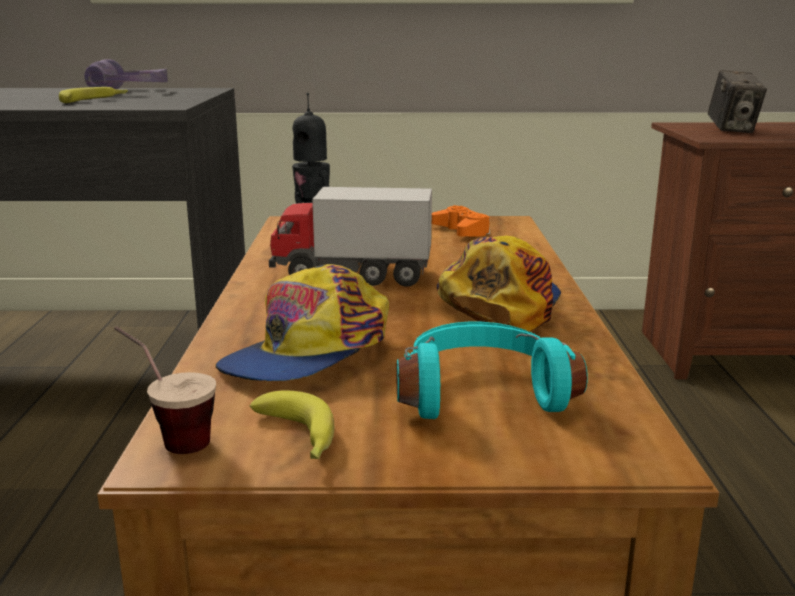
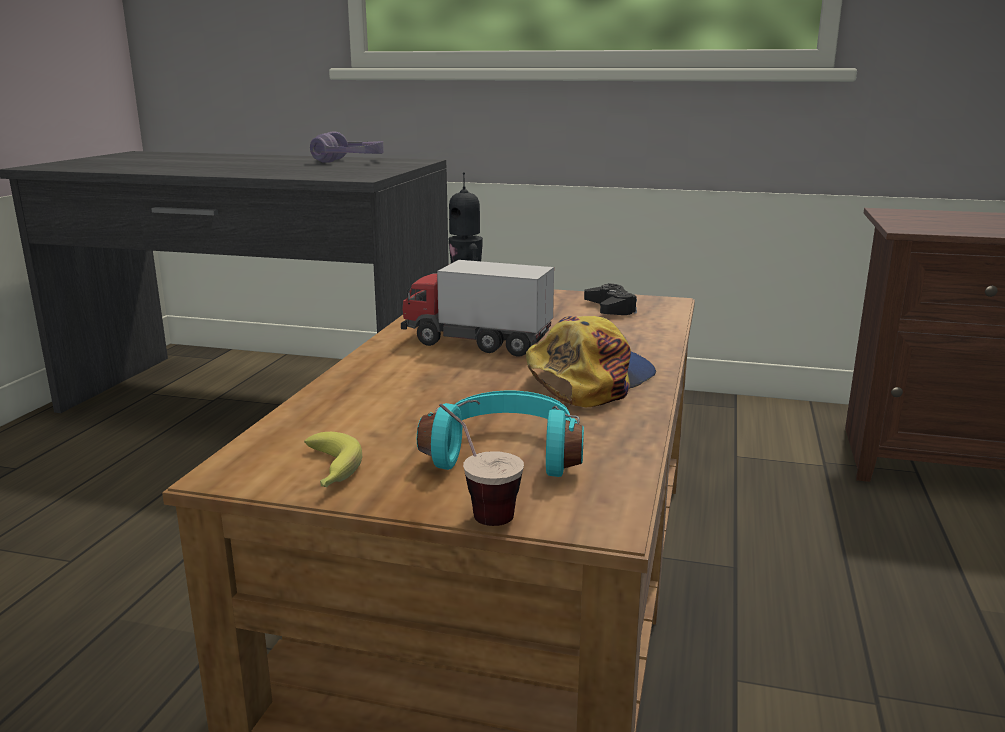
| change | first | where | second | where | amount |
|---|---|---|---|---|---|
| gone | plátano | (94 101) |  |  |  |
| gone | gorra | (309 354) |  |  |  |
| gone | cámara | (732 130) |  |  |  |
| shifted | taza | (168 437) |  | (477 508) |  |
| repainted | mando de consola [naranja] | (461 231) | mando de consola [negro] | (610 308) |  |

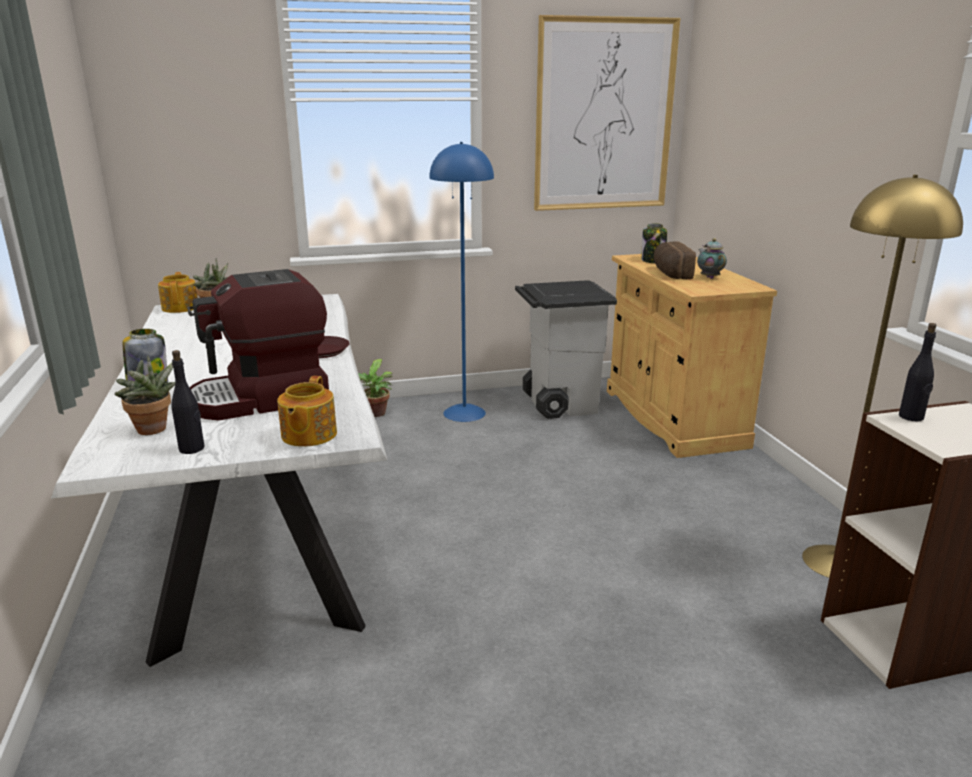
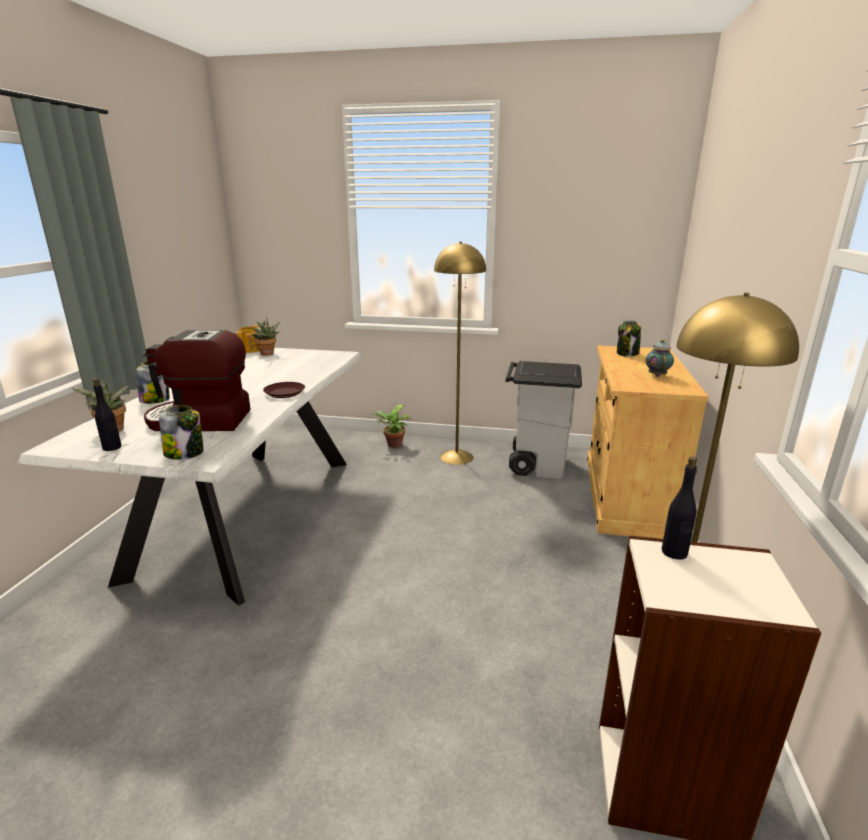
| change | first | where | second | where | amount |
|---|---|---|---|---|---|
| gone | cuadro | (604 116) |  |  |  |
| gone | pan | (670 273) |  |  |  |
| swapped | tetera | (308 435) | tarro | (185 453) |  |
| repainted | lámpara de pie [azul] | (464 413) | lámpara de pie [amarillo] | (457 457) |  |

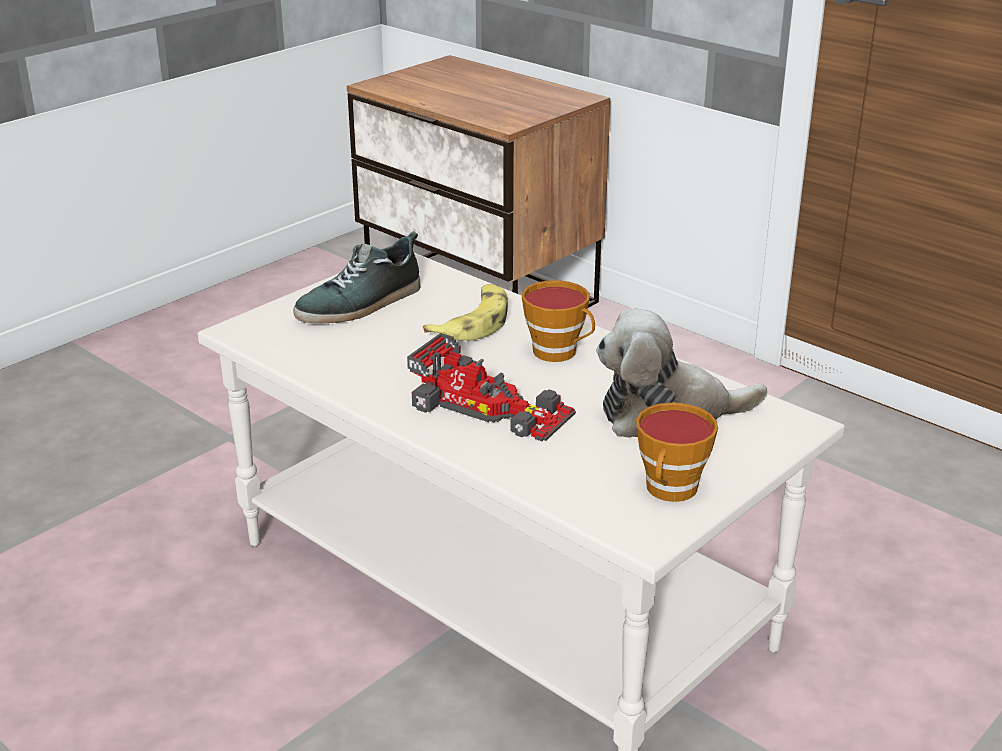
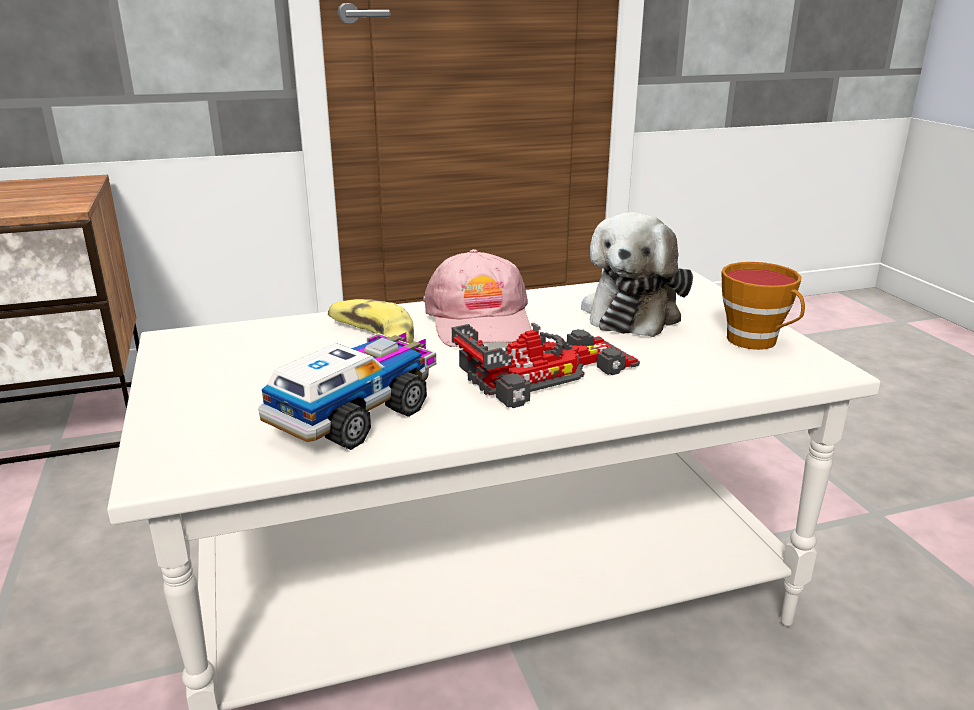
| change | first | where | second | where | amount |
|---|---|---|---|---|---|
| gone | zapato | (361 303) |  |  |  |
| new |  |  | camión de juguete | (357 414) |  |
| swapped | taza | (559 353) | gorra [rosa] | (480 321) |  |

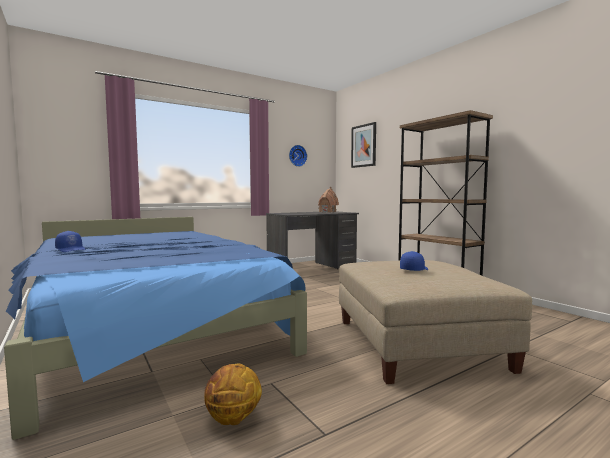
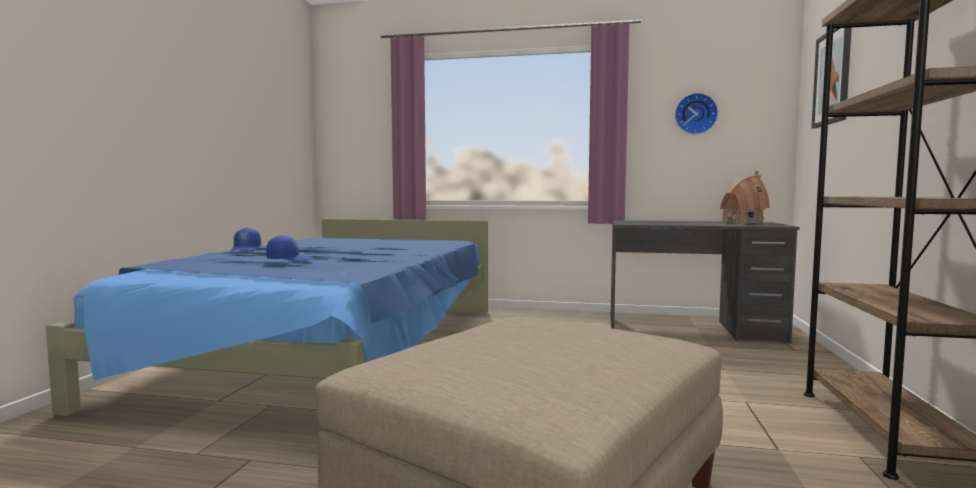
| change | first | where | second | where | amount |
|---|---|---|---|---|---|
| gone | balón de baloncesto | (232 419) |  |  |  |
| shifted | gorra [azul] | (413 269) |  | (290 260) |  |

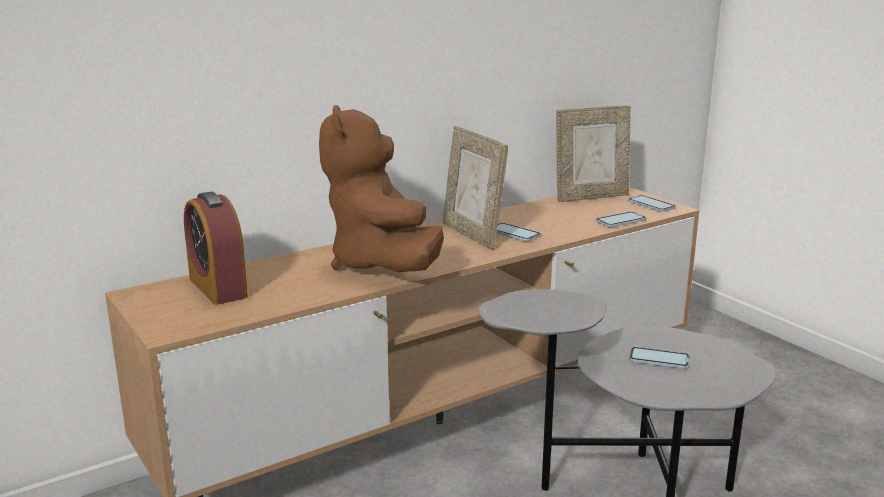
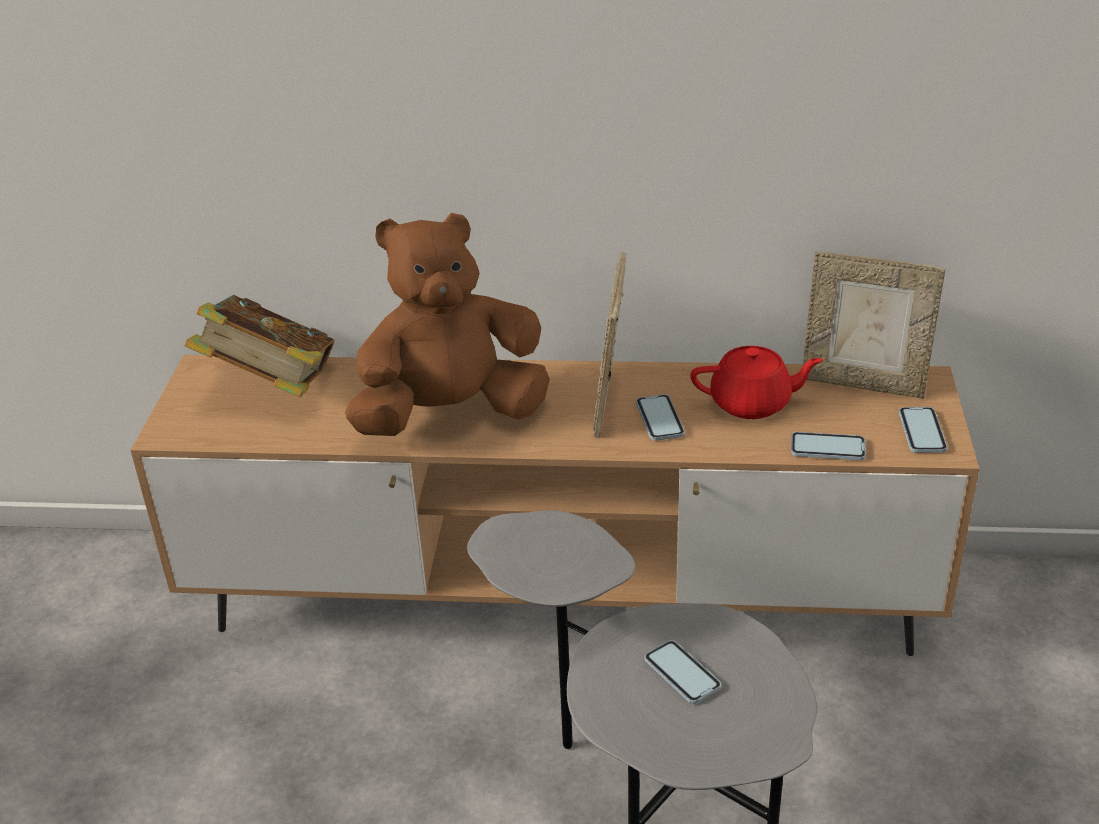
| change | first | where | second | where | amount |
|---|---|---|---|---|---|
| new |  |  | tetera [rojo] | (752 403) |  |
| swapped | despertador | (218 287) | libro | (271 387) |  |
| rotated | peluche [marrón] | (381 264) |  | (451 415) | 45 degrees clockwise |

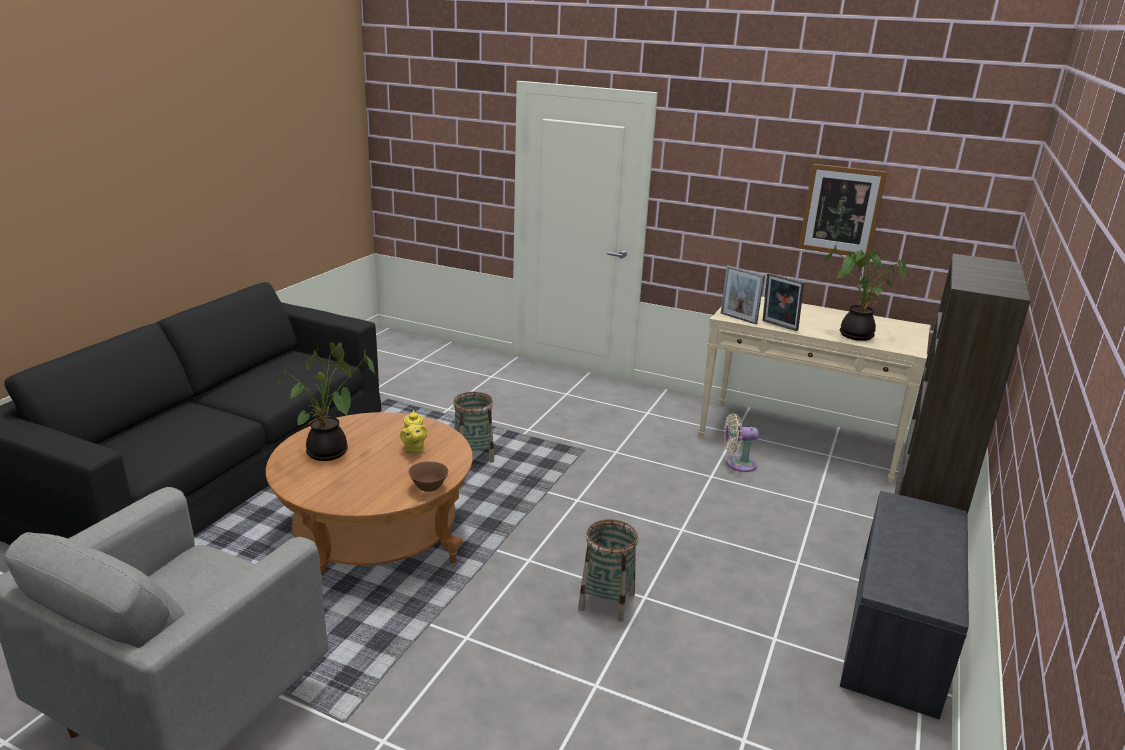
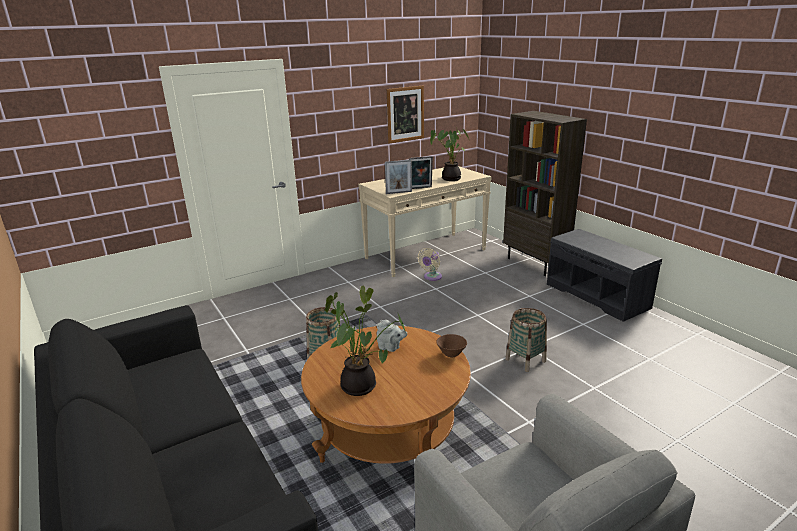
| change | first | where | second | where | amount |
|---|---|---|---|---|---|
| repainted | tetera [amarillo] | (414 449) | tetera [gris] | (390 348) |  |

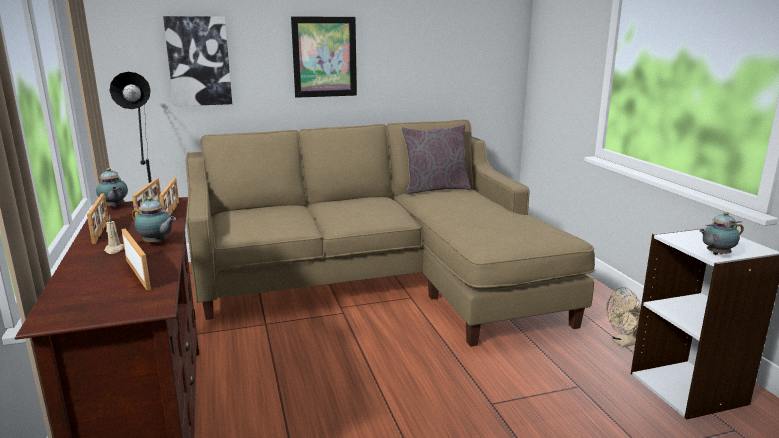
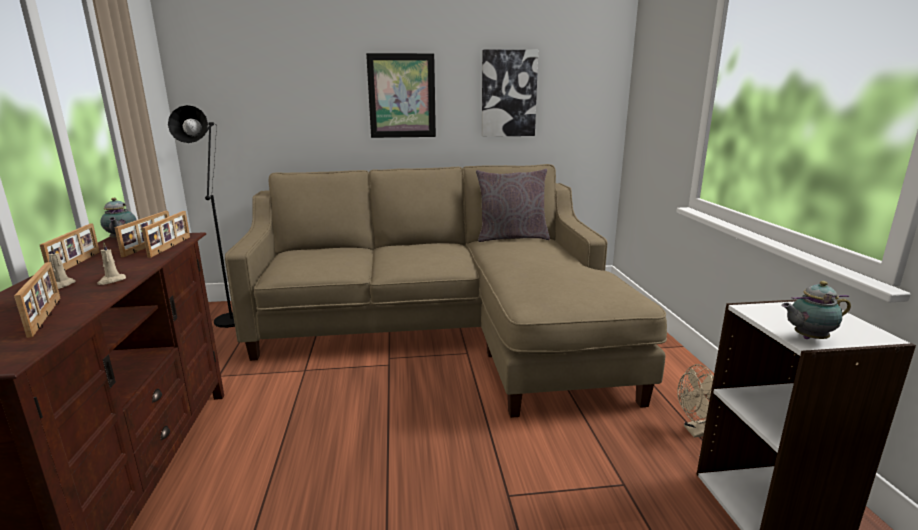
| change | first | where | second | where | amount |
|---|---|---|---|---|---|
| shifted | cuadro | (199 61) |  | (508 94) |  |
| swapped | tetera | (157 243) | vela [beis] | (111 281) |  |

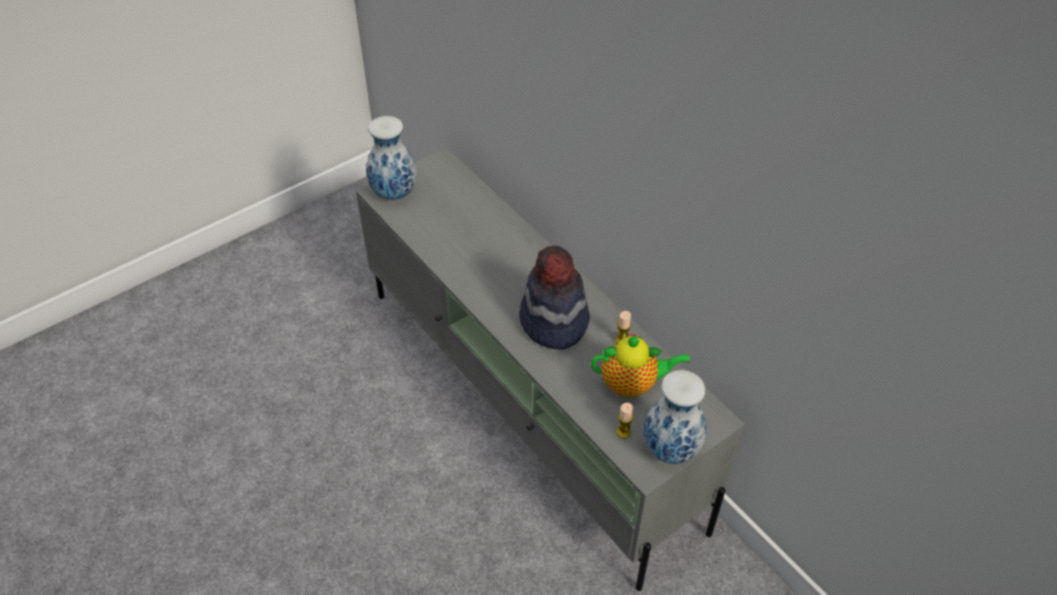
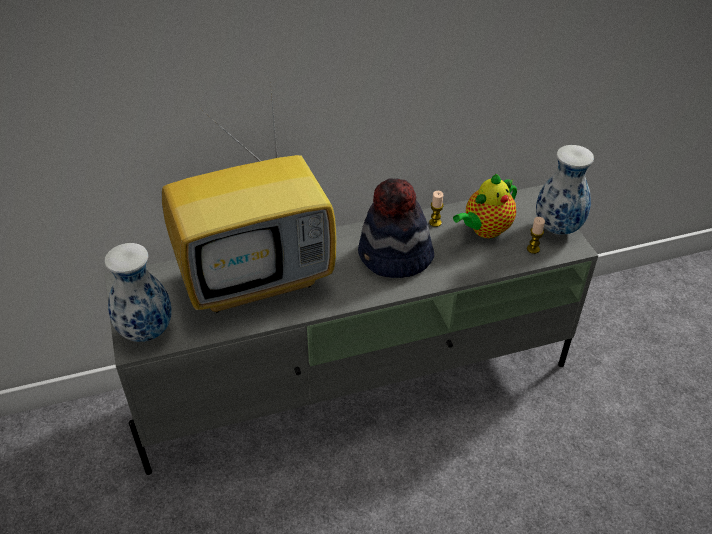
| change | first | where | second | where | amount |
|---|---|---|---|---|---|
| new |  |  | televisor | (258 277) |  |
| rotated | tetera | (632 384) |  | (485 230) | 150 degrees counterclockwise |

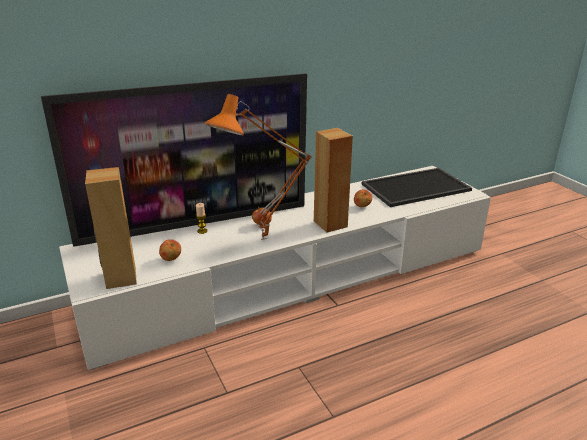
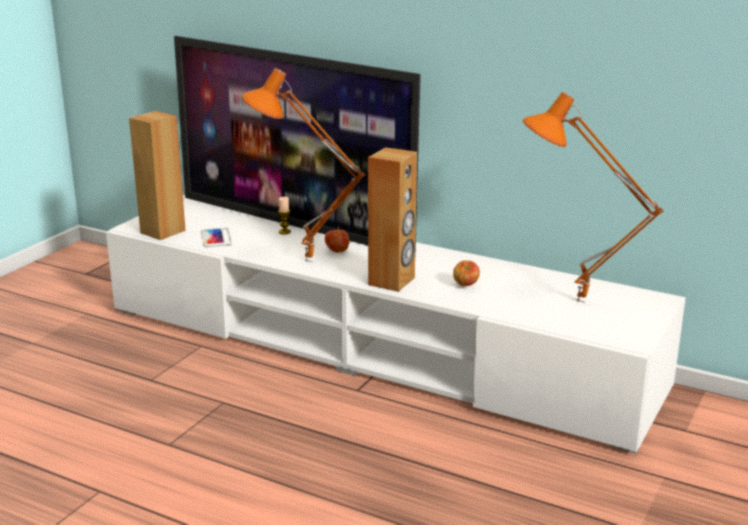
| change | first | where | second | where | amount |
|---|---|---|---|---|---|
| swapped | manzana | (171 259) | móvil | (216 238) |  |
| swapped | bandeja | (415 188) | lámpara de mesa [naranja] | (578 303) |  |

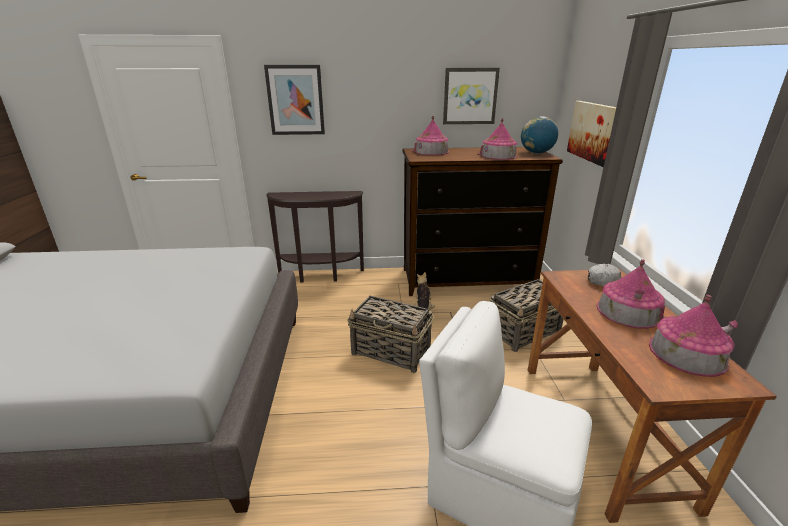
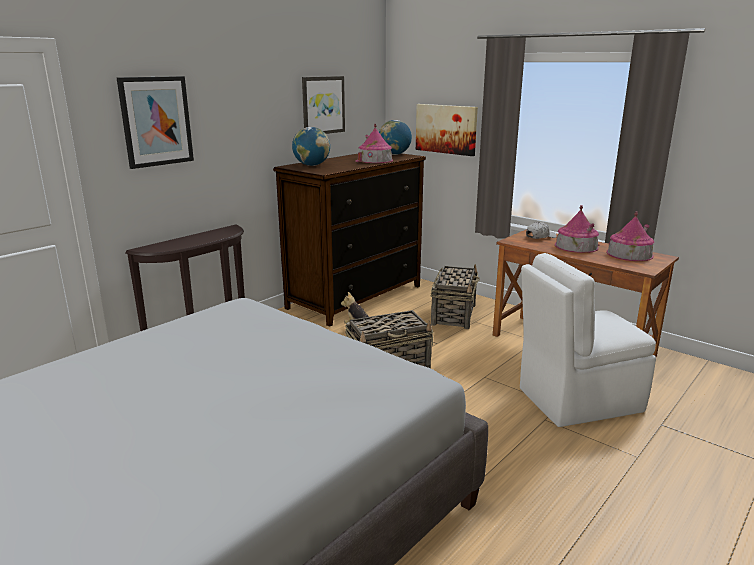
| change | first | where | second | where | amount |
|---|---|---|---|---|---|
| swapped | casita | (431 151) | globo terráqueo | (312 165) |  |

